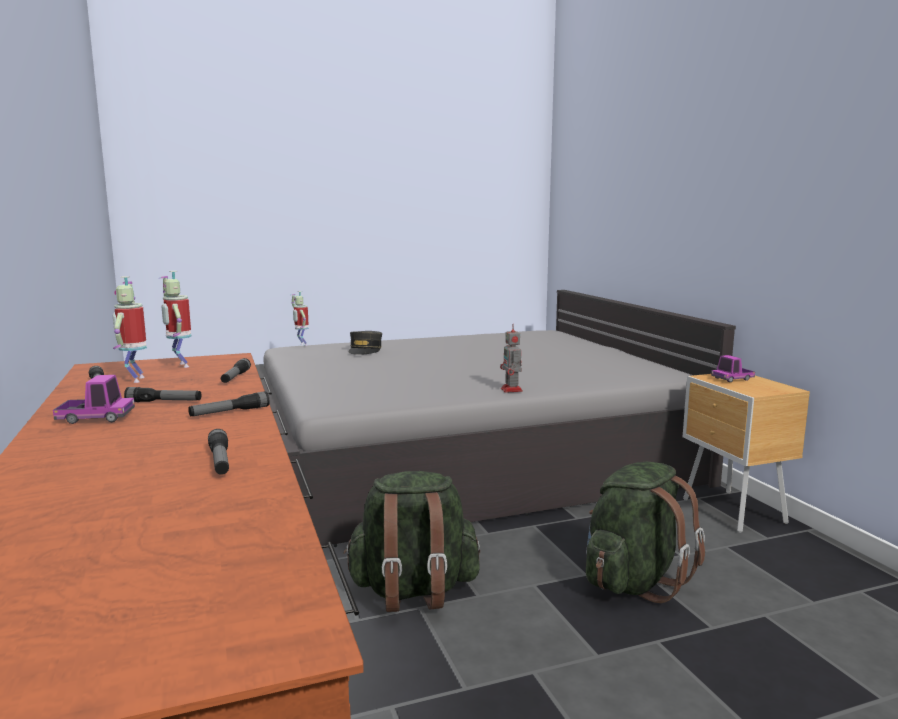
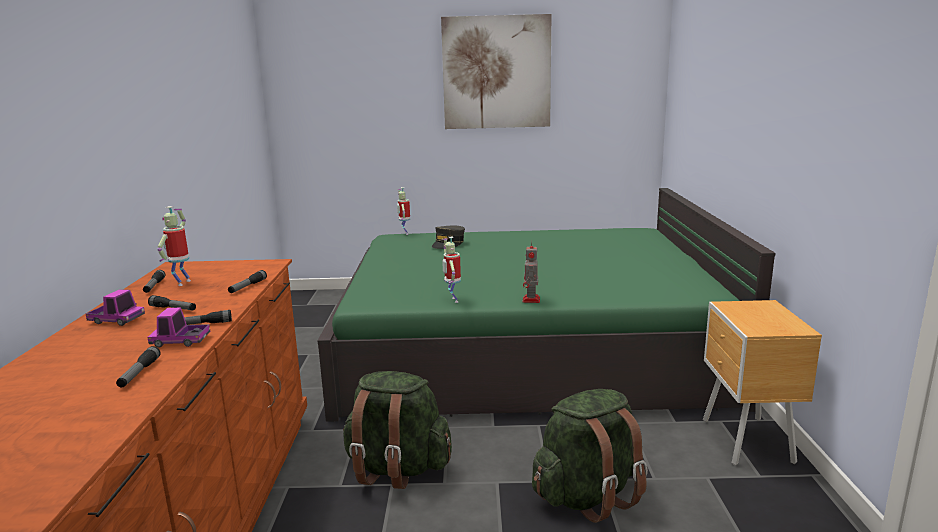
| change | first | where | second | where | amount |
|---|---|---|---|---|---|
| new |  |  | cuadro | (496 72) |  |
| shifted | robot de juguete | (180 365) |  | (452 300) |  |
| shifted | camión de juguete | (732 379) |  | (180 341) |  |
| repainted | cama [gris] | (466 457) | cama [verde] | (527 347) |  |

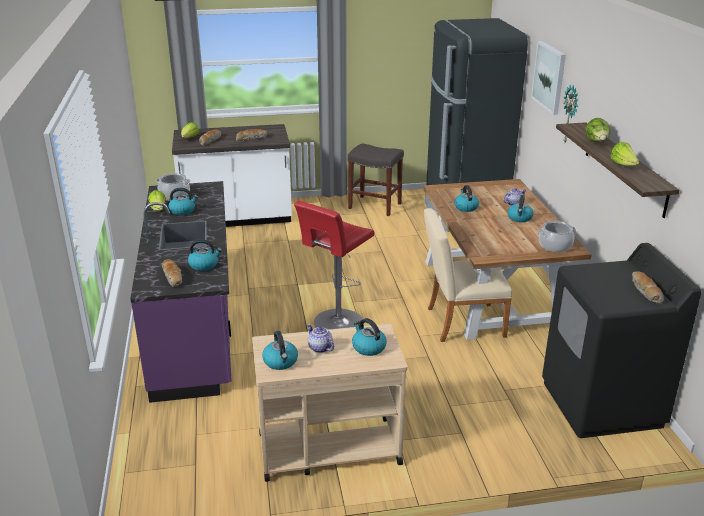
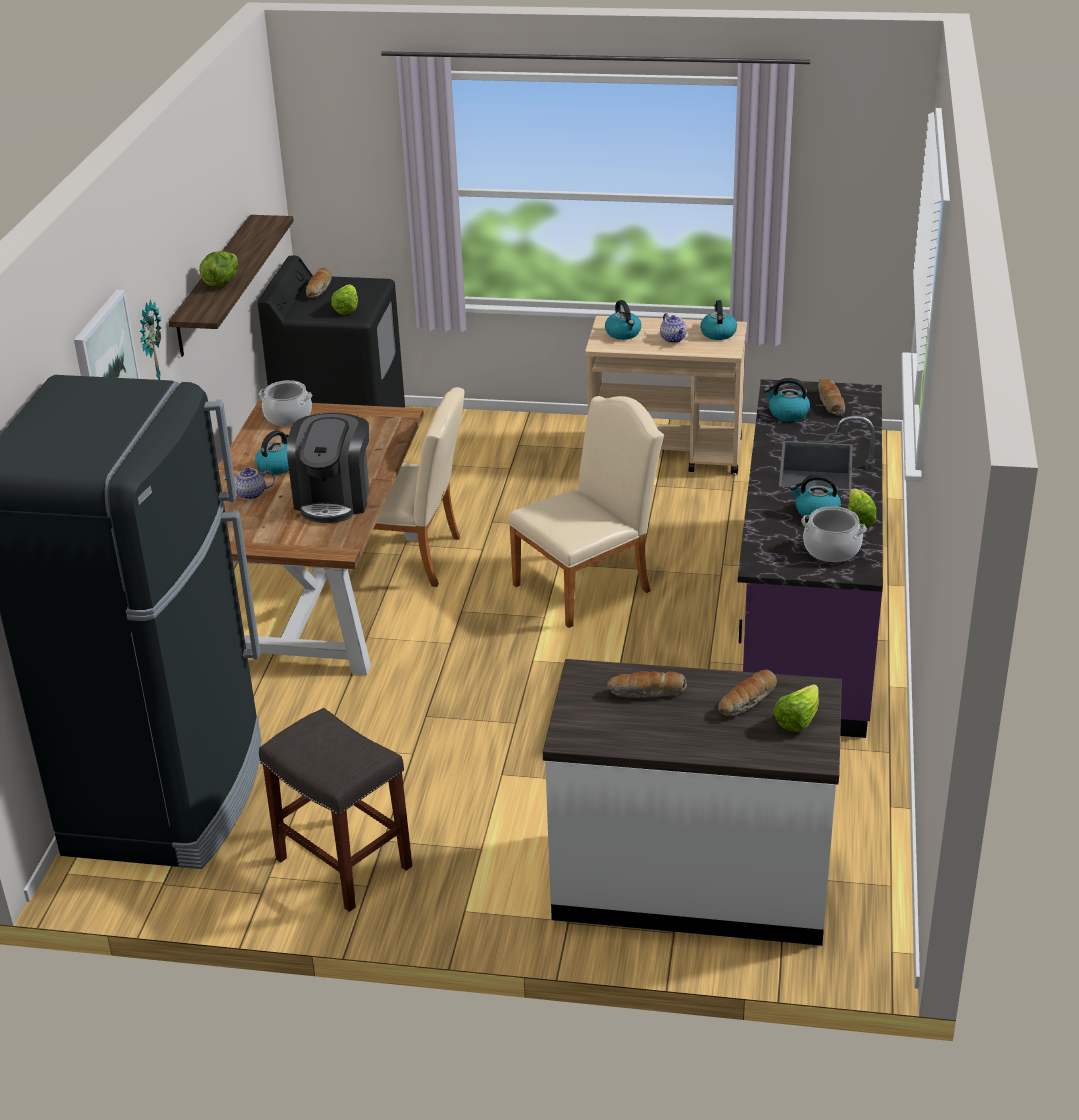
| change | first | where | second | where | amount |
|---|---|---|---|---|---|
| shifted | lechuga | (623 165) |  | (346 309) |  |
| swapped | taburete [rojo] | (336 324) | silla [beis] | (589 584) |  |
| swapped | hervidor | (466 207) | cafetera | (334 499) |  |

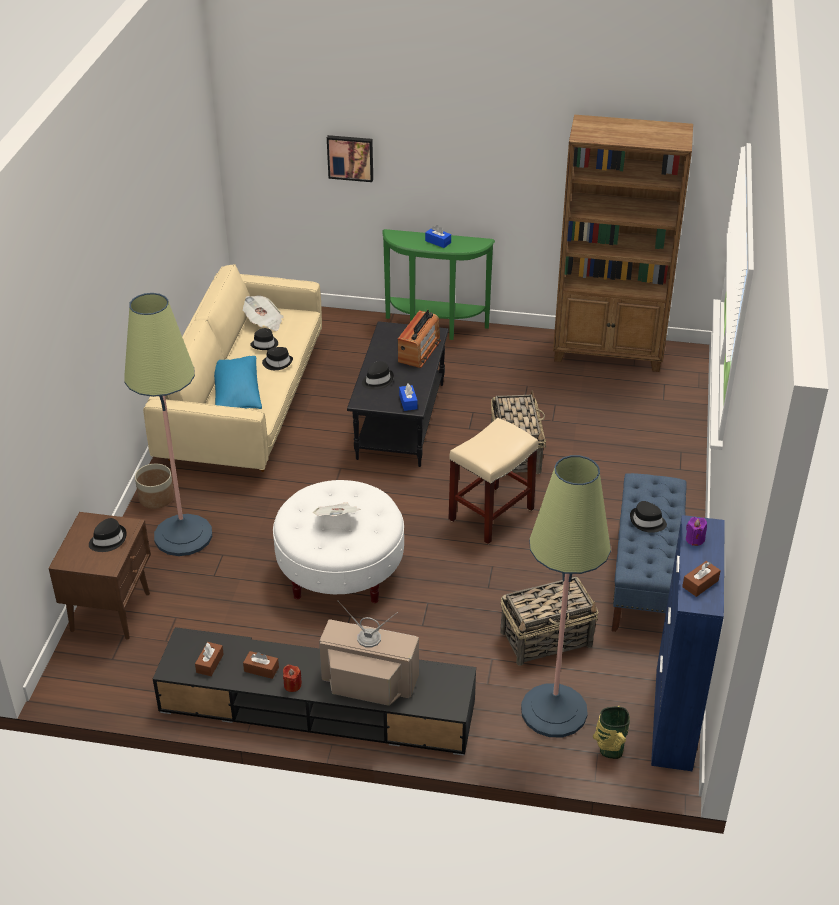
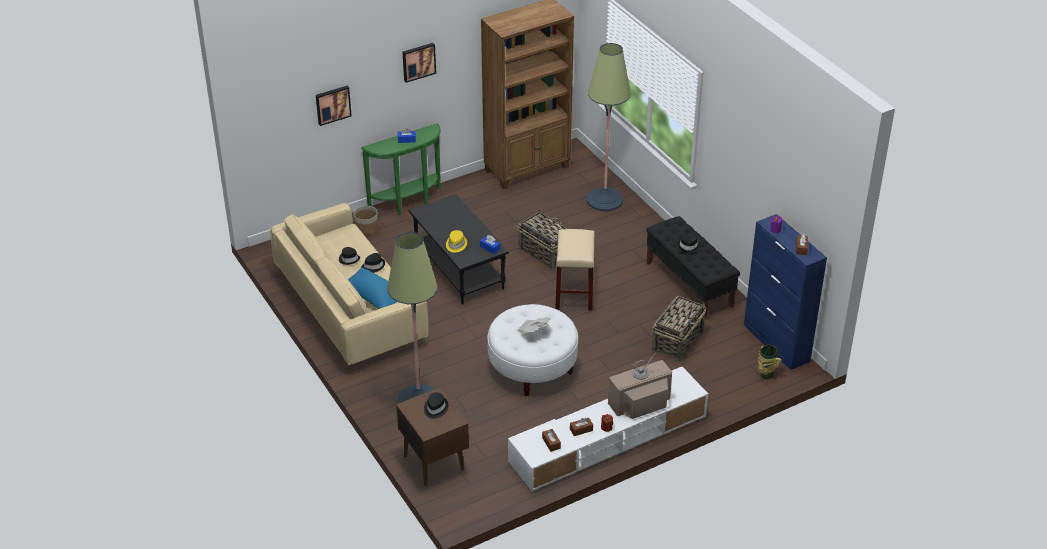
| change | first | where | second | where | amount |
|---|---|---|---|---|---|
| gone | periódico | (264 322) |  |  |  |
| gone | radio | (419 351) |  |  |  |
| new |  |  | cuadro | (418 61) |  |
| shifted | maceta | (156 497) |  | (366 228) |  |
| shifted | lámpara de pie | (554 711) |  | (604 200) |  |
| repainted | mueble de televisión [negro] | (316 707) | mueble de televisión [blanco] | (608 440) |  |
| repainted | sombrero [negro] | (377 380) | sombrero [amarillo] | (456 244) |  |
| repainted | banco [azul] | (645 579) | banco [negro] | (689 285) |  |

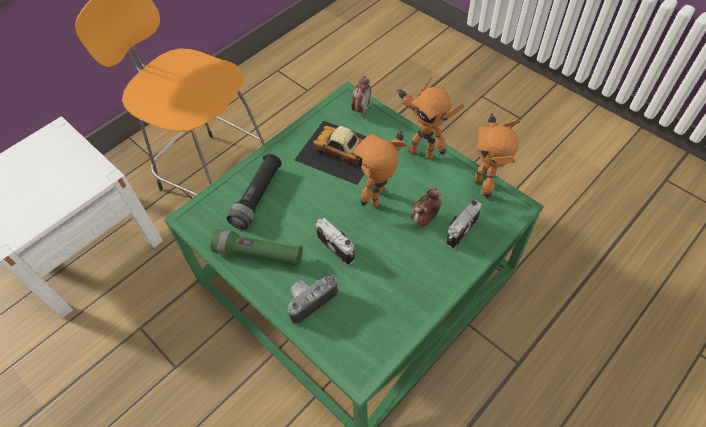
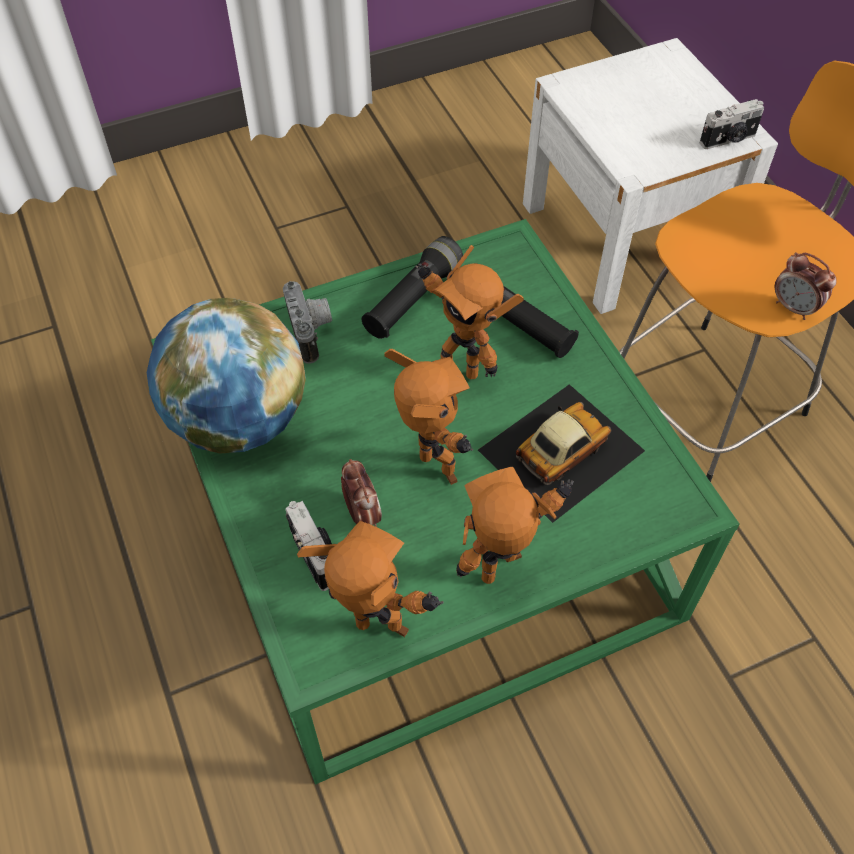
| change | first | where | second | where | amount |
|---|---|---|---|---|---|
| new |  |  | globo terráqueo | (238 420) |  |
| new |  |  | robot de juguete | (459 366) |  |
| shifted | cámara | (337 247) |  | (728 140) |  |
| shifted | despertador | (361 109) |  | (794 308) |  |
| repainted | linterna [verde] | (259 254) | linterna [negro] | (412 299) |  |

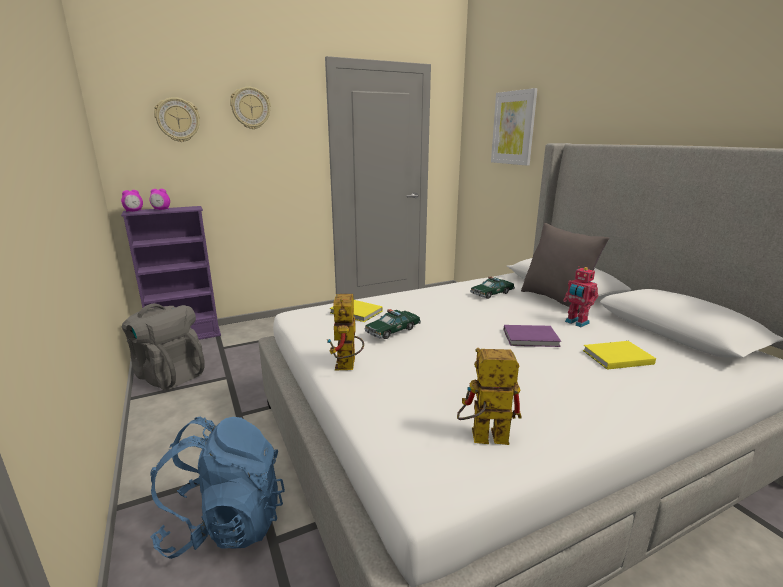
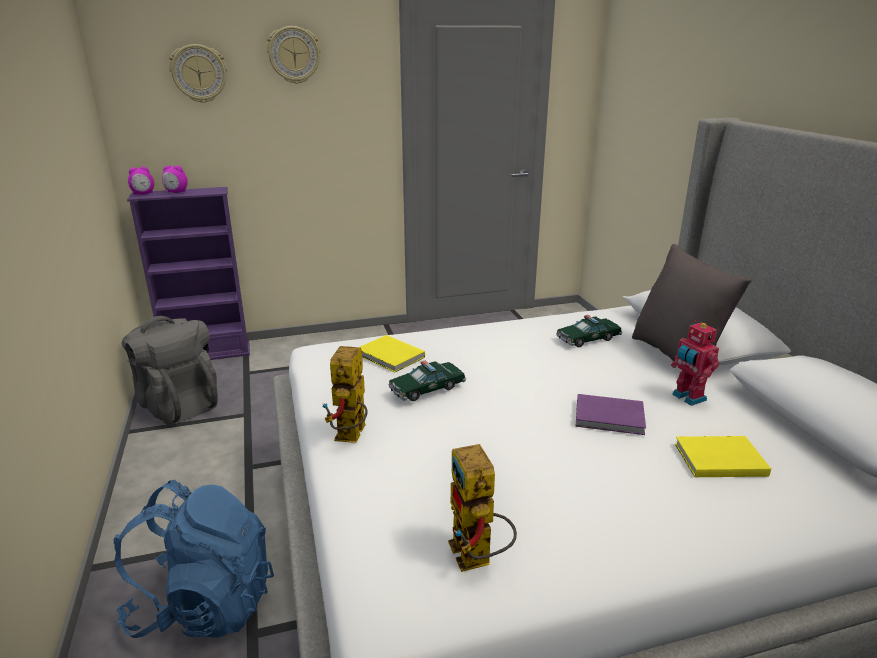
| change | first | where | second | where | amount |
|---|---|---|---|---|---|
| gone | cuadro | (513 128) |  |  |  |
| rotated | robot de juguete | (481 439) |  | (477 560) | 120 degrees counterclockwise |

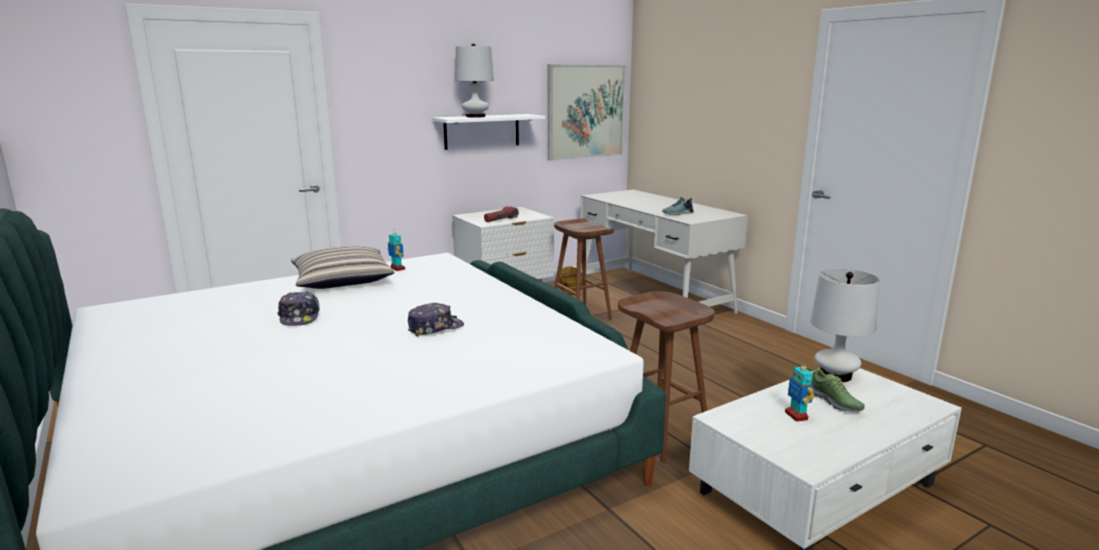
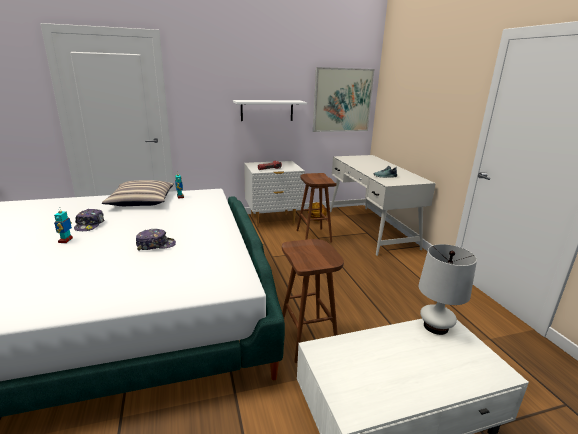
| change | first | where | second | where | amount |
|---|---|---|---|---|---|
| gone | lámpara de mesa [blanco] | (475 116) |  |  |  |
| gone | zapato | (834 402) |  |  |  |
| shifted | robot de juguete | (796 416) |  | (66 240) |  |

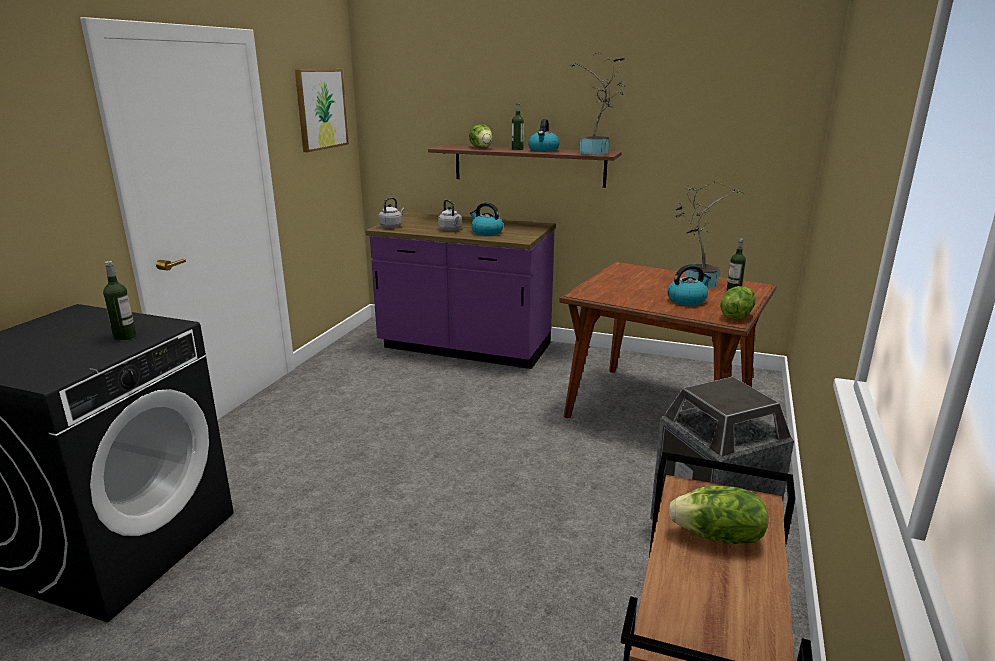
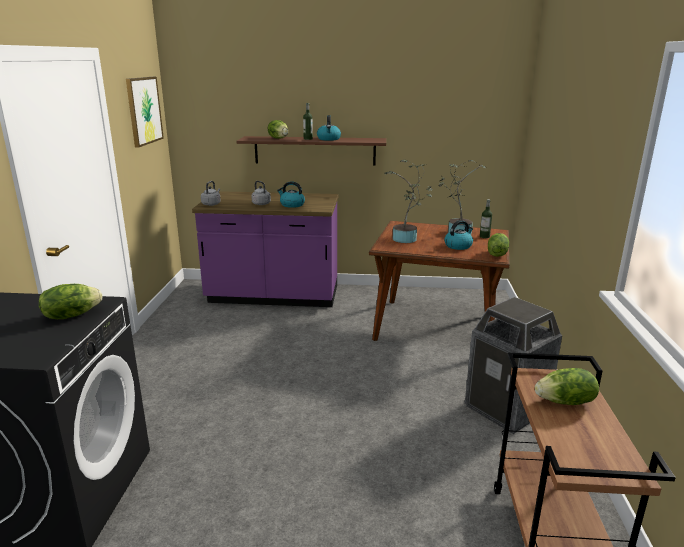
| change | first | where | second | where | amount |
|---|---|---|---|---|---|
| shifted | planta en maceta | (596 153) |  | (407 239) |  |
| swapped | botella | (125 336) | lechuga | (71 315) |  |

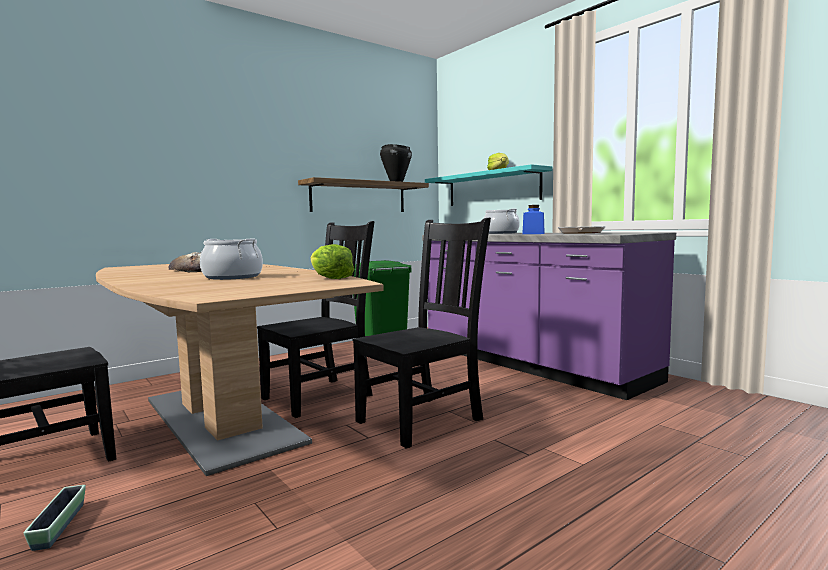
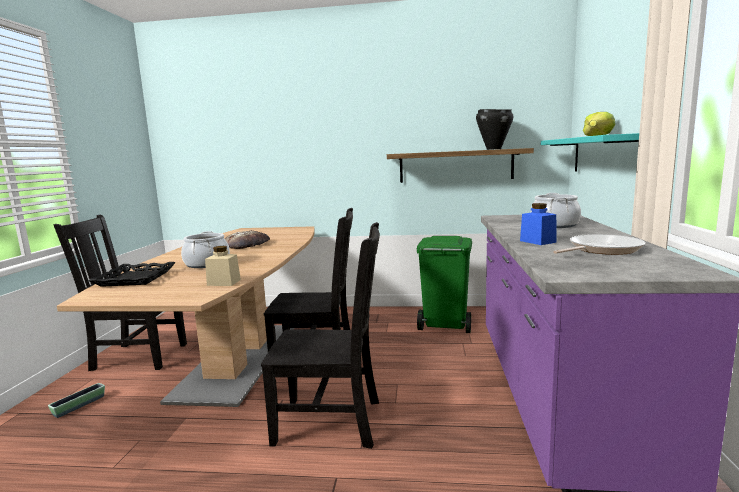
| change | first | where | second | where | amount |
|---|---|---|---|---|---|
| new |  |  | bandeja [negro] | (135 278) |  |
| swapped | lechuga | (330 278) | tarro [beis] | (224 282) |  |

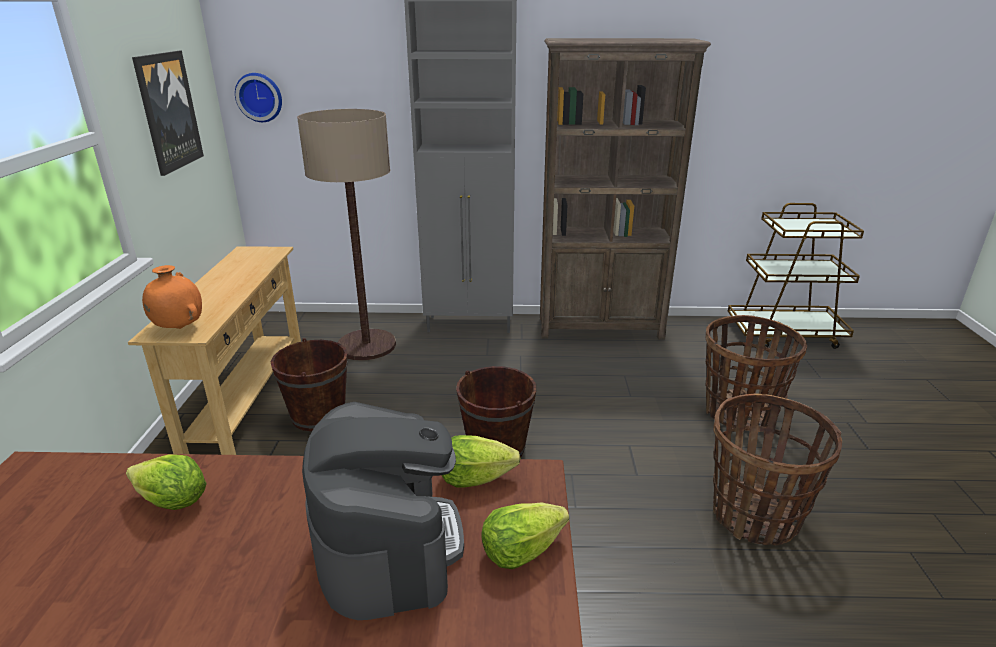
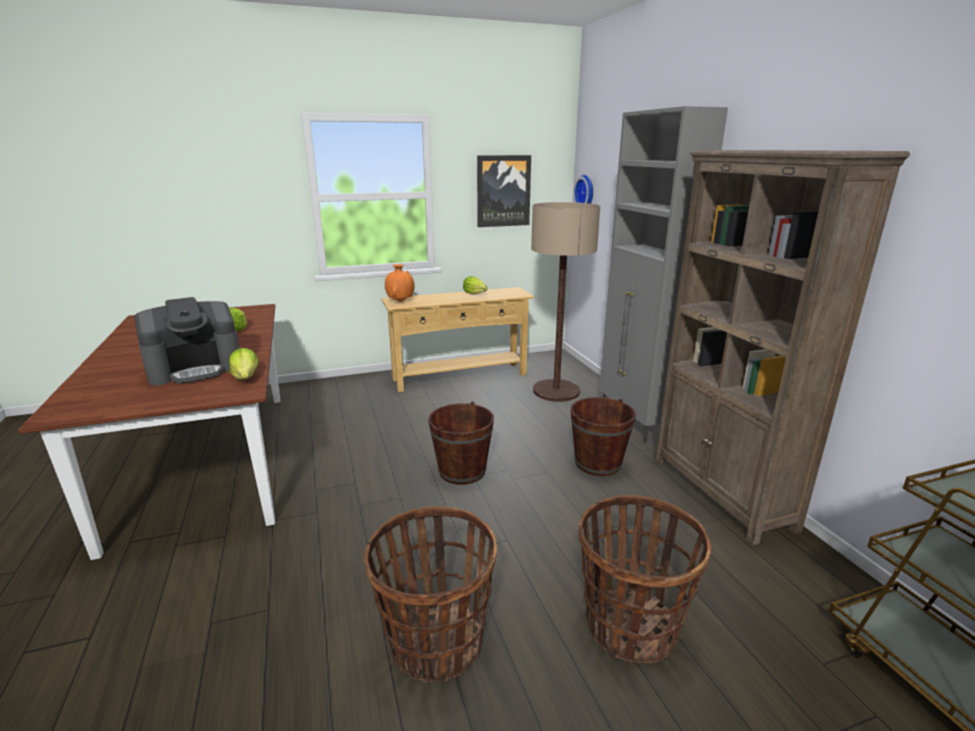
| change | first | where | second | where | amount |
|---|---|---|---|---|---|
| shifted | cubo [marrón] | (318 415) |  | (598 463) |  |
| shifted | lechuga | (520 551) |  | (474 294) |  |

